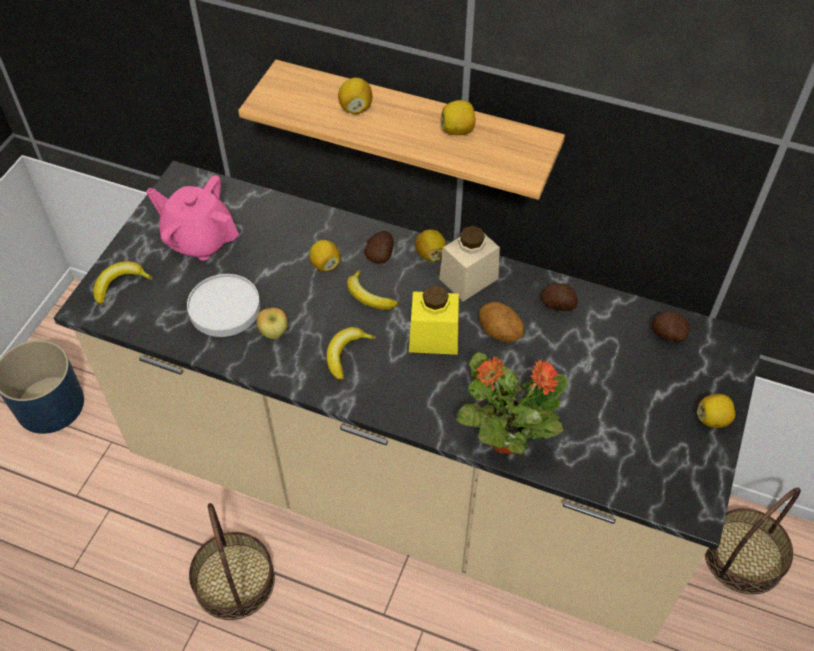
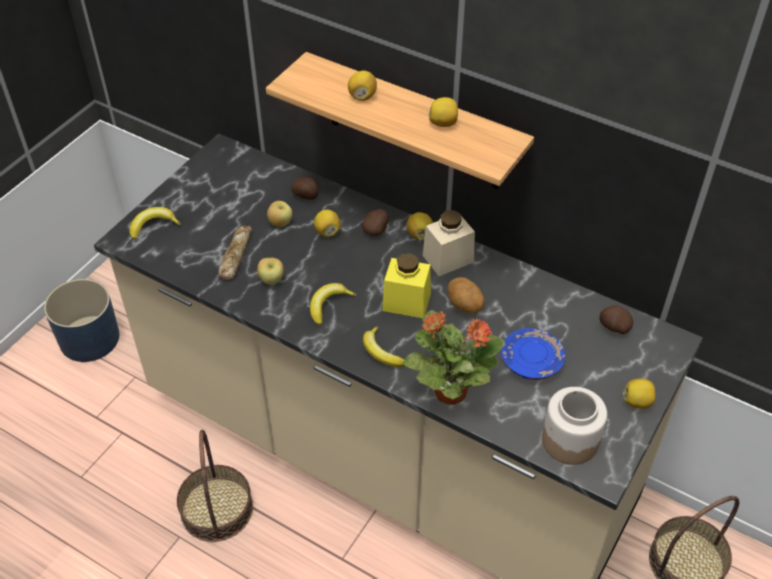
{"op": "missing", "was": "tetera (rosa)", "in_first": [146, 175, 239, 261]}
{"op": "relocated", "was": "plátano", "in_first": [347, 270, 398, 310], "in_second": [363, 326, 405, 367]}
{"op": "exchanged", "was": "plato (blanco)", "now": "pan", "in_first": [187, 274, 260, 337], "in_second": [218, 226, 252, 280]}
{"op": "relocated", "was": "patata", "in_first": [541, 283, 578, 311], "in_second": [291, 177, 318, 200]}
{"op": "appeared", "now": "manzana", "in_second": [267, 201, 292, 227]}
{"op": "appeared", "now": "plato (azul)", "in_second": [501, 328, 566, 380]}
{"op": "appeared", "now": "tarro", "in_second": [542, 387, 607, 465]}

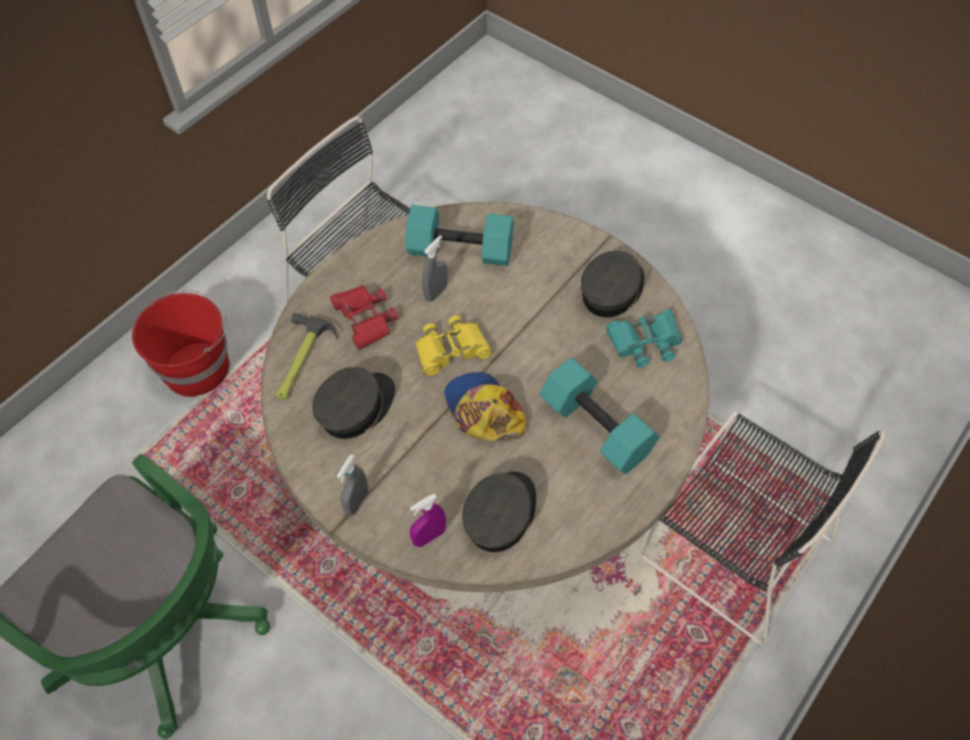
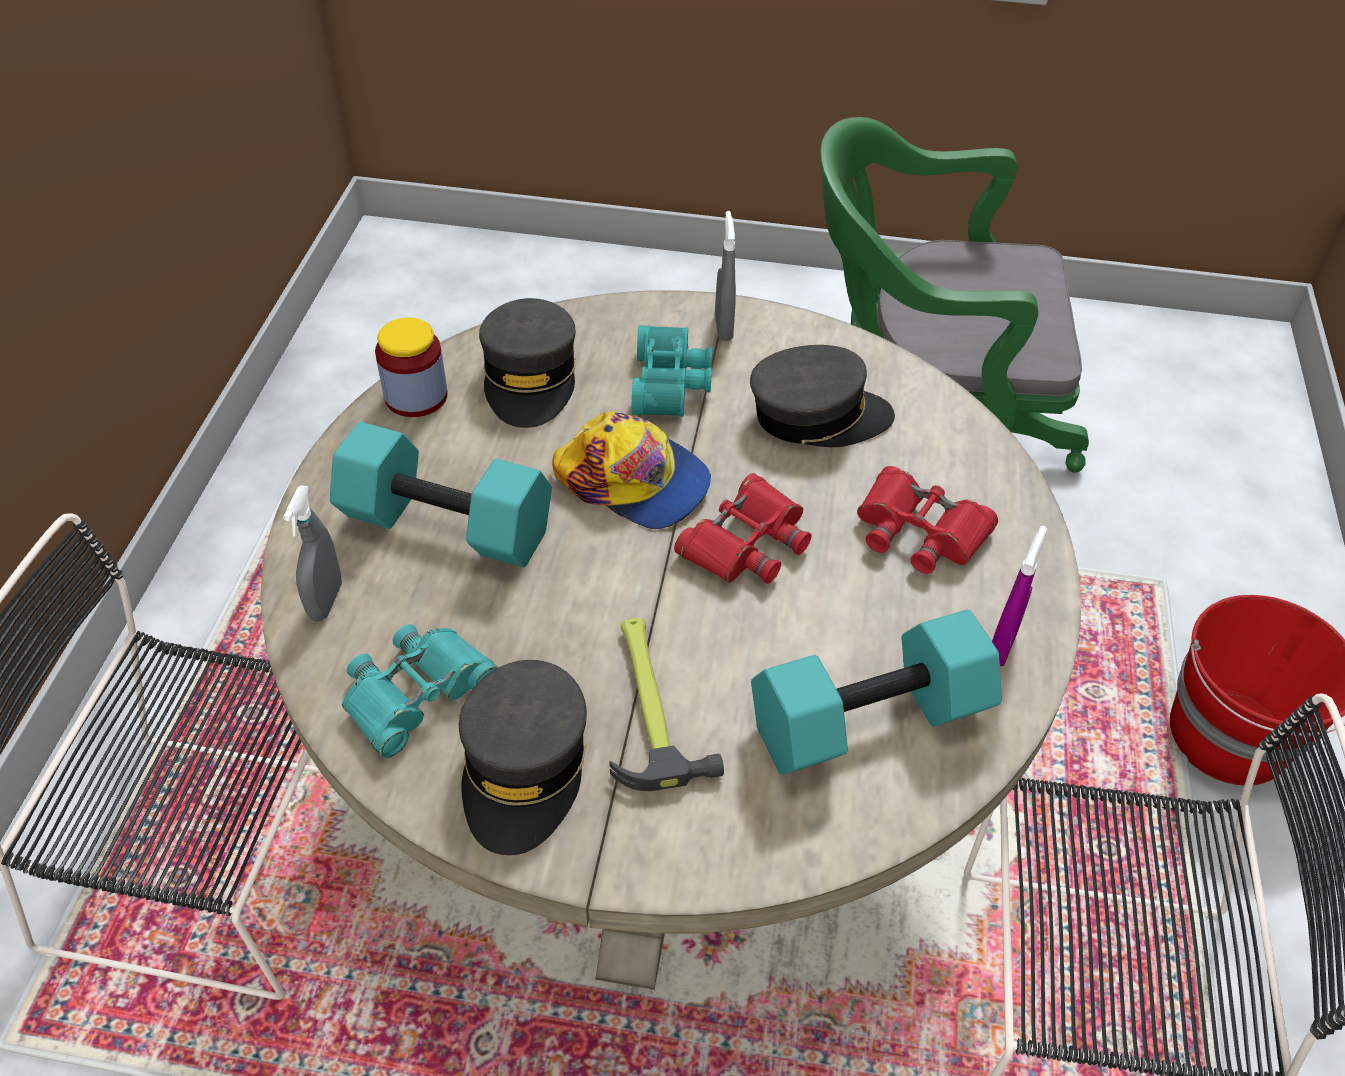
{"op": "relocated", "was": "pulverizador (gris)", "in_first": [422, 235, 448, 302], "in_second": [283, 485, 342, 621]}
{"op": "relocated", "was": "martillo", "in_first": [274, 313, 338, 400], "in_second": [610, 618, 724, 791]}
{"op": "colour", "was": "prismáticos (amarillo)", "now": "prismáticos (rojo)", "in_first": [415, 316, 492, 376], "in_second": [674, 473, 812, 584]}
{"op": "spun", "was": "gorra (gris)", "in_first": [312, 367, 395, 439], "in_second": [750, 345, 895, 447], "clockwise": -105}
{"op": "relocated", "was": "pulverizador (morado)", "in_first": [410, 494, 446, 547], "in_second": [992, 526, 1047, 666]}
{"op": "appeared", "now": "tarro", "in_second": [375, 318, 448, 417]}
{"op": "appeared", "now": "prismáticos (turquesa)", "in_second": [632, 325, 713, 417]}

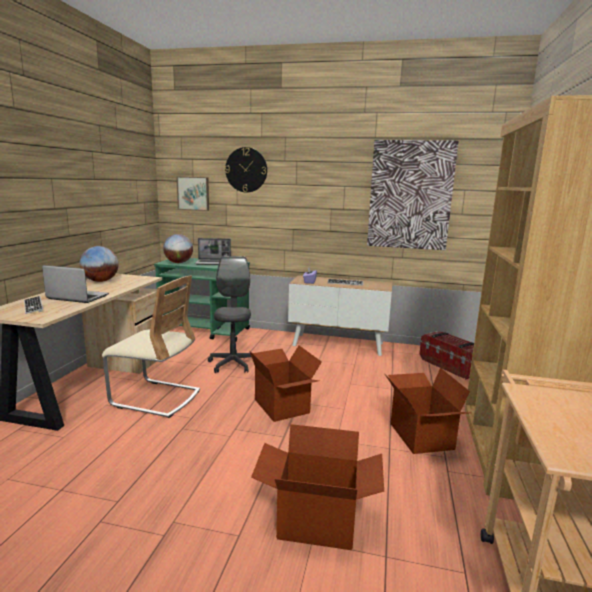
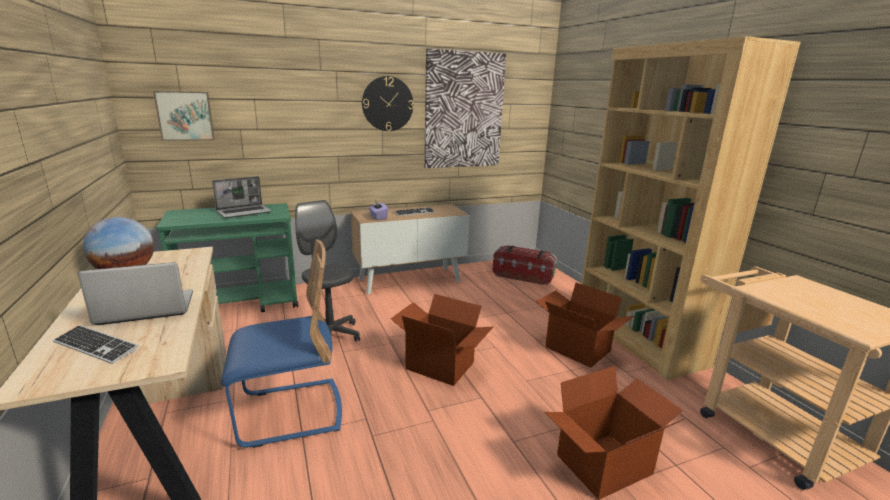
{"op": "relocated", "was": "reloj de pared", "in_first": [225, 147, 267, 192], "in_second": [362, 76, 414, 131]}
{"op": "missing", "was": "globo terráqueo", "in_first": [163, 234, 193, 263]}
{"op": "colour", "was": "silla (beis)", "now": "silla (azul)", "in_first": [102, 275, 200, 418], "in_second": [221, 239, 342, 448]}

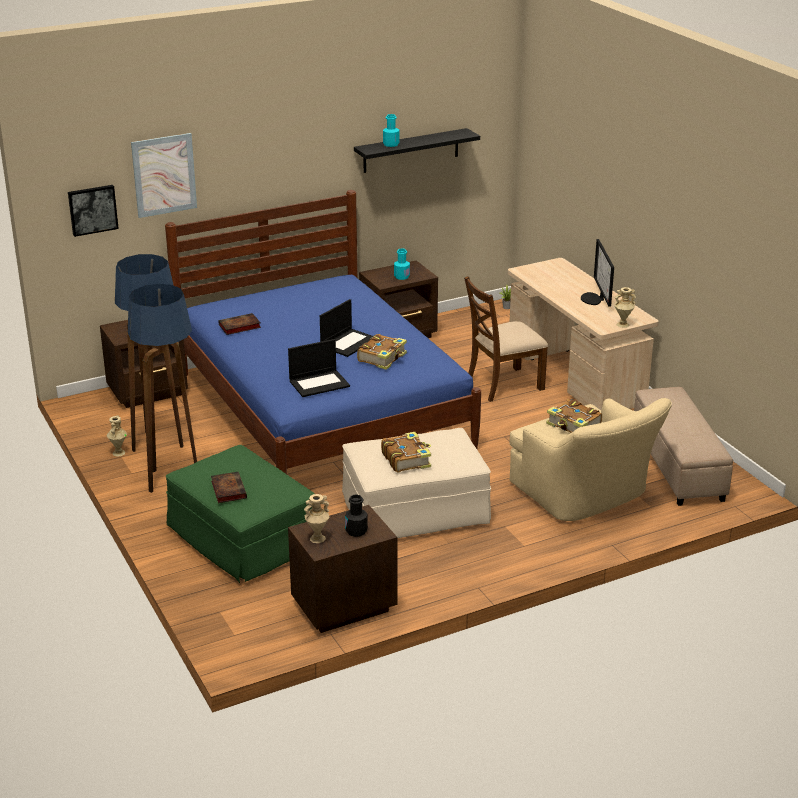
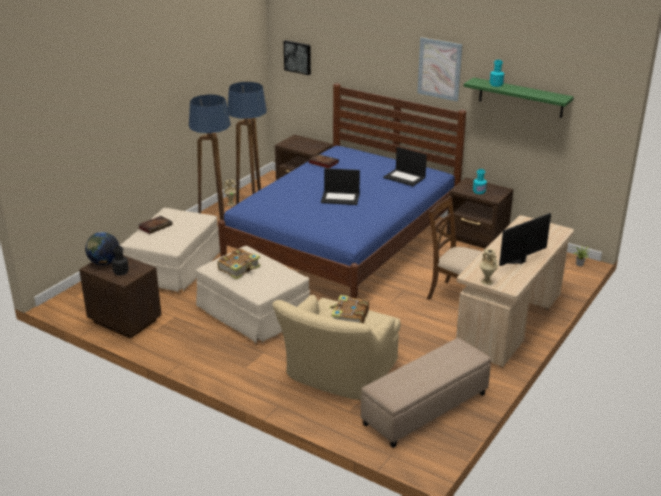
{"op": "colour", "was": "estante (negro)", "now": "estante (verde)", "in_first": [354, 128, 480, 173], "in_second": [464, 77, 574, 118]}
{"op": "relocated", "was": "cuadro", "in_first": [131, 133, 197, 218], "in_second": [417, 37, 463, 102]}
{"op": "missing", "was": "libro", "in_first": [357, 334, 407, 370]}
{"op": "relocated", "was": "portátil", "in_first": [288, 339, 350, 397], "in_second": [383, 147, 427, 186]}
{"op": "colour", "was": "puf (verde)", "now": "puf (beis)", "in_first": [166, 445, 315, 583], "in_second": [120, 208, 220, 292]}
{"op": "exchanged", "was": "florero (beis)", "now": "globo terráqueo", "in_first": [304, 494, 330, 543], "in_second": [85, 232, 119, 265]}

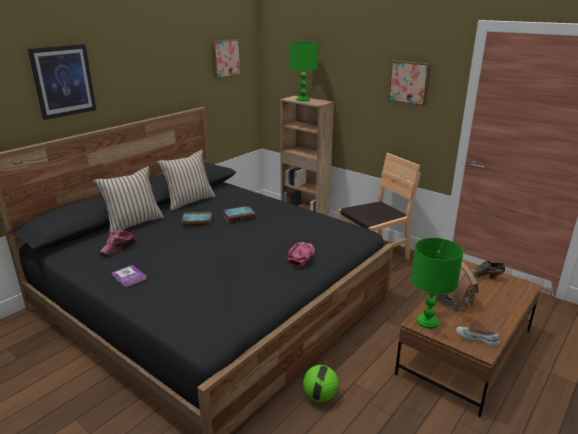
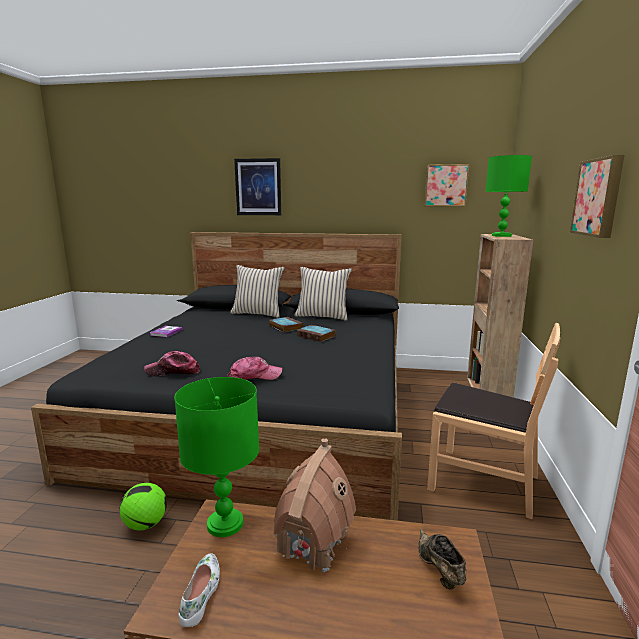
{"op": "relocated", "was": "gorra", "in_first": [99, 230, 136, 256], "in_second": [144, 351, 200, 377]}

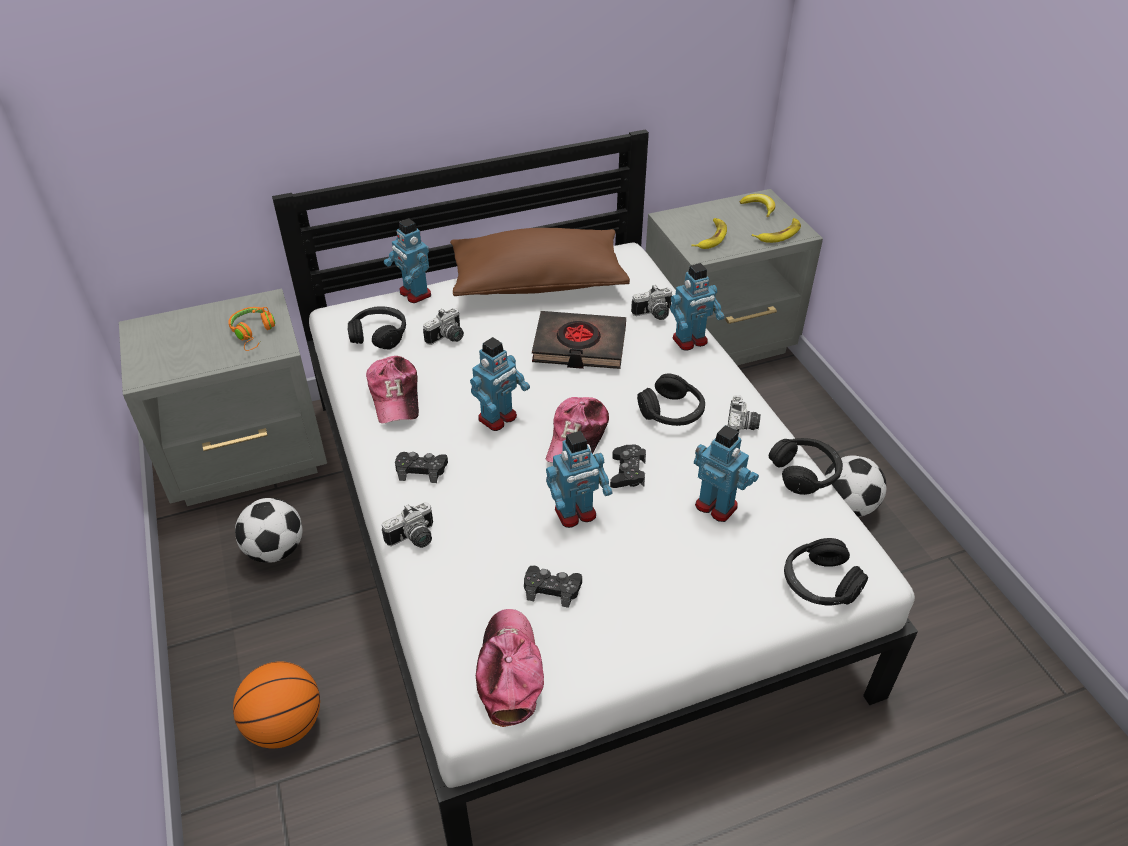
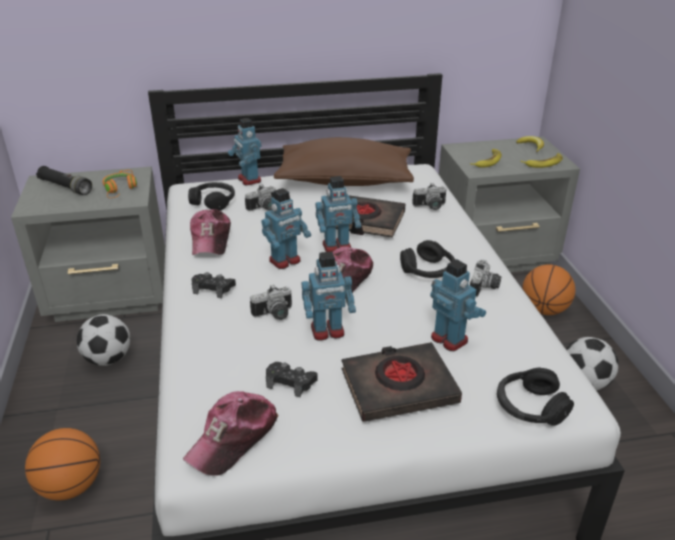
{"op": "relocated", "was": "robot de juguete", "in_first": [670, 263, 724, 351], "in_second": [316, 176, 361, 252]}
{"op": "missing", "was": "auriculares (negro)", "in_first": [769, 438, 843, 495]}
{"op": "missing", "was": "mando de consola (negro)", "in_first": [610, 445, 646, 488]}
{"op": "relocated", "was": "cámara", "in_first": [382, 502, 433, 548], "in_second": [250, 284, 292, 320]}
{"op": "spun", "was": "gorra", "in_first": [476, 609, 544, 727], "in_second": [183, 391, 278, 476], "clockwise": -150}
{"op": "appeared", "now": "linterna (negro)", "in_second": [36, 166, 92, 195]}
{"op": "appeared", "now": "balón de baloncesto", "in_second": [522, 264, 575, 315]}
{"op": "appeared", "now": "libro (negro)", "in_second": [342, 342, 462, 422]}

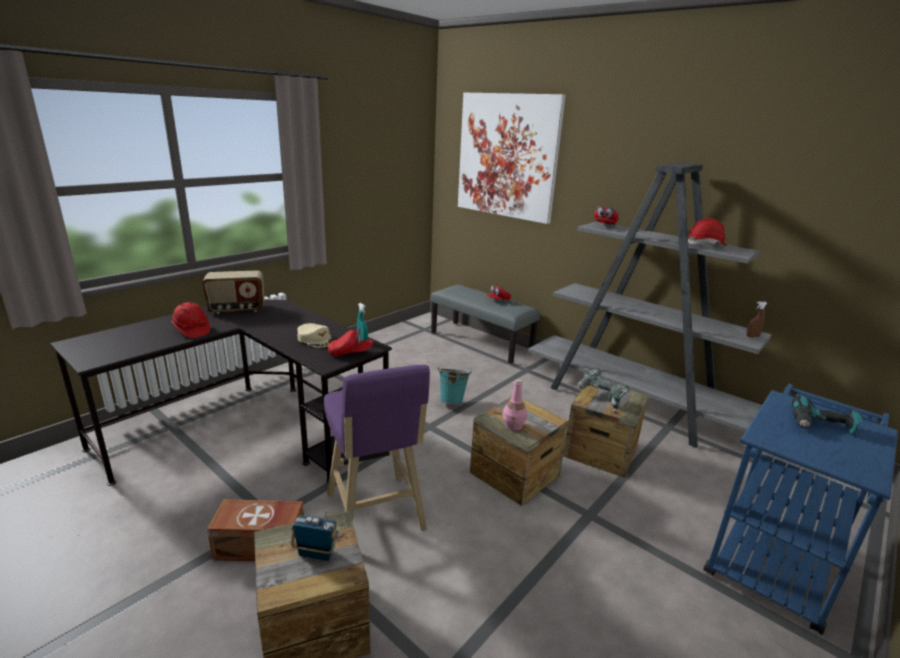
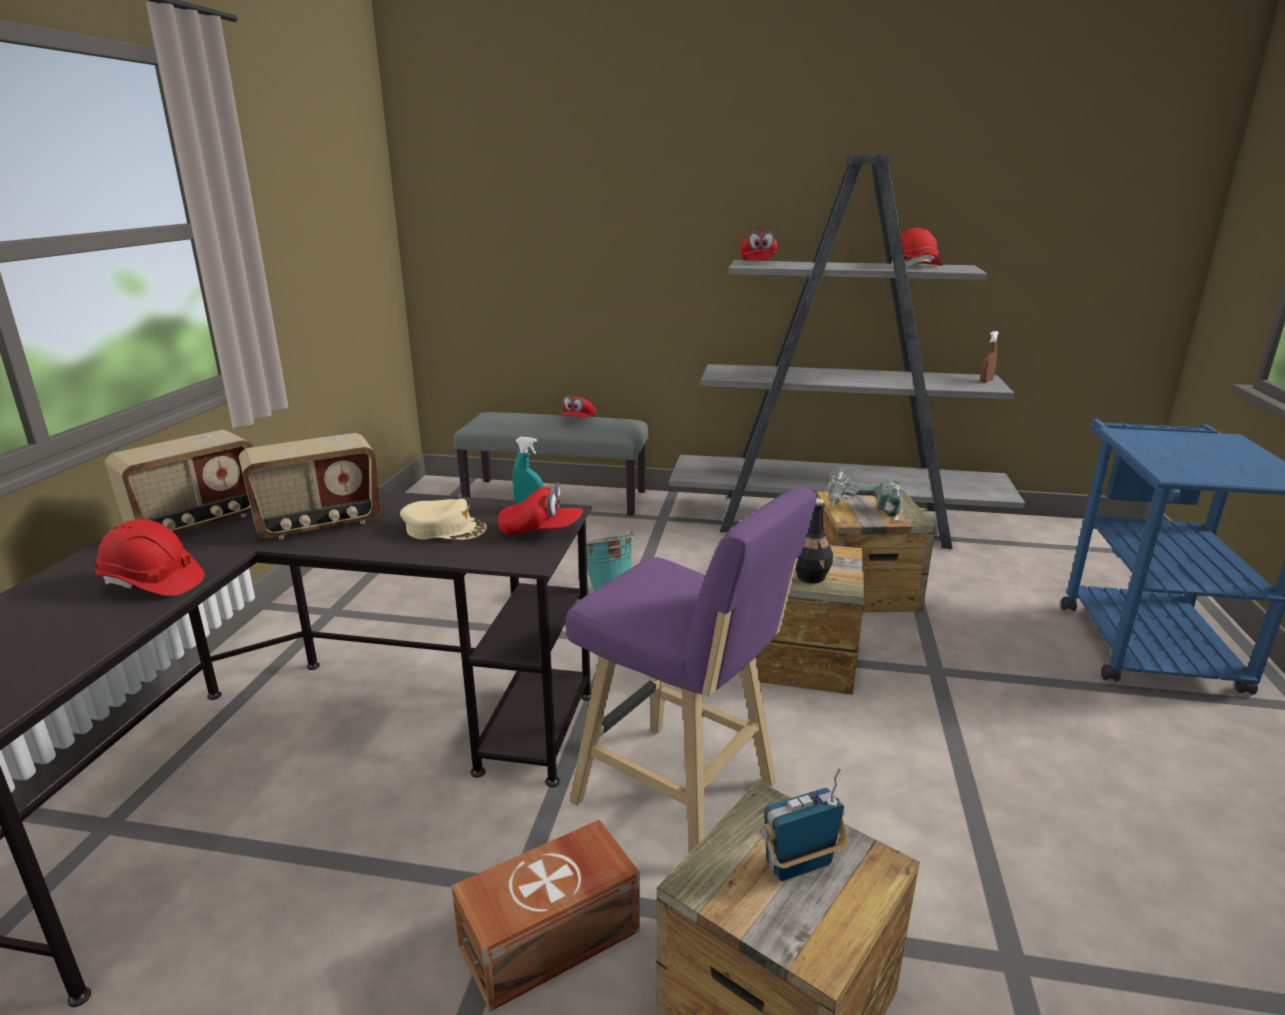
{"op": "missing", "was": "cuadro", "in_first": [458, 93, 566, 224]}
{"op": "spun", "was": "gorra (rojo)", "in_first": [328, 327, 373, 357], "in_second": [498, 482, 583, 536], "clockwise": 45}
{"op": "colour", "was": "botella (rosa)", "now": "botella (negro)", "in_first": [503, 379, 527, 431], "in_second": [796, 498, 833, 584]}
{"op": "missing", "was": "taladro", "in_first": [792, 396, 863, 436]}
{"op": "appeared", "now": "radio", "in_second": [239, 433, 381, 540]}

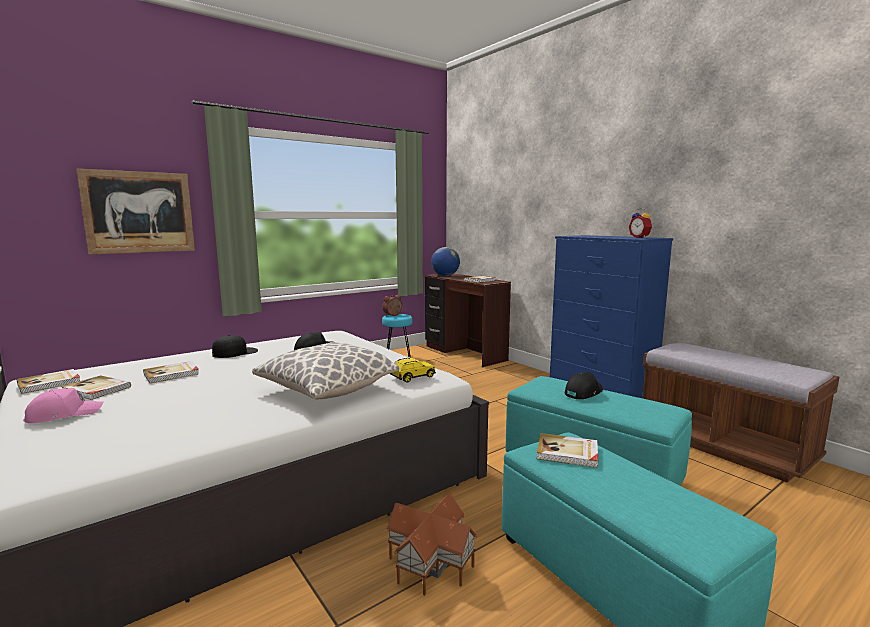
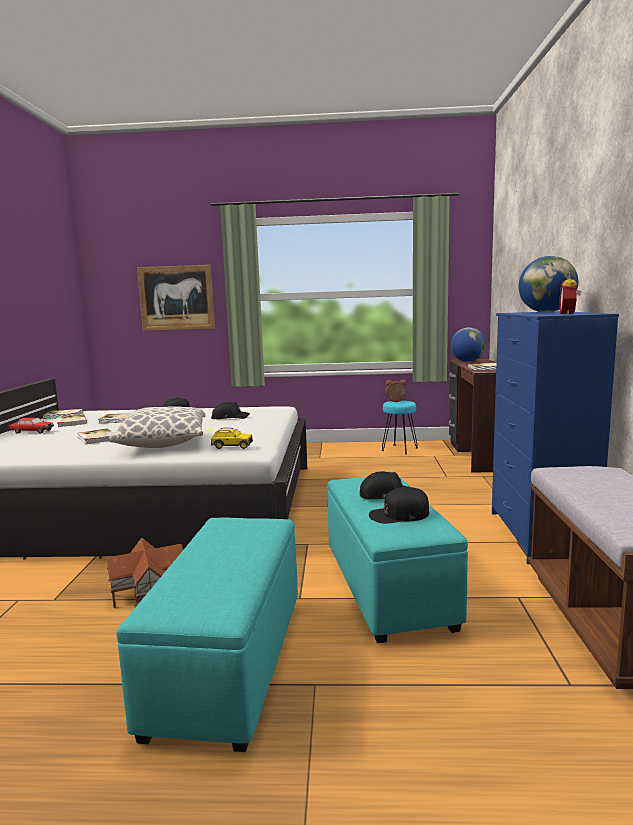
{"op": "exchanged", "was": "gorra (rosa)", "now": "coche de juguete", "in_first": [23, 388, 104, 423], "in_second": [8, 418, 54, 434]}
{"op": "relocated", "was": "libro", "in_first": [537, 433, 598, 468], "in_second": [78, 428, 113, 445]}
{"op": "appeared", "now": "globo terráqueo", "in_second": [518, 256, 578, 312]}
{"op": "appeared", "now": "gorra (negro)", "in_second": [369, 487, 429, 524]}

